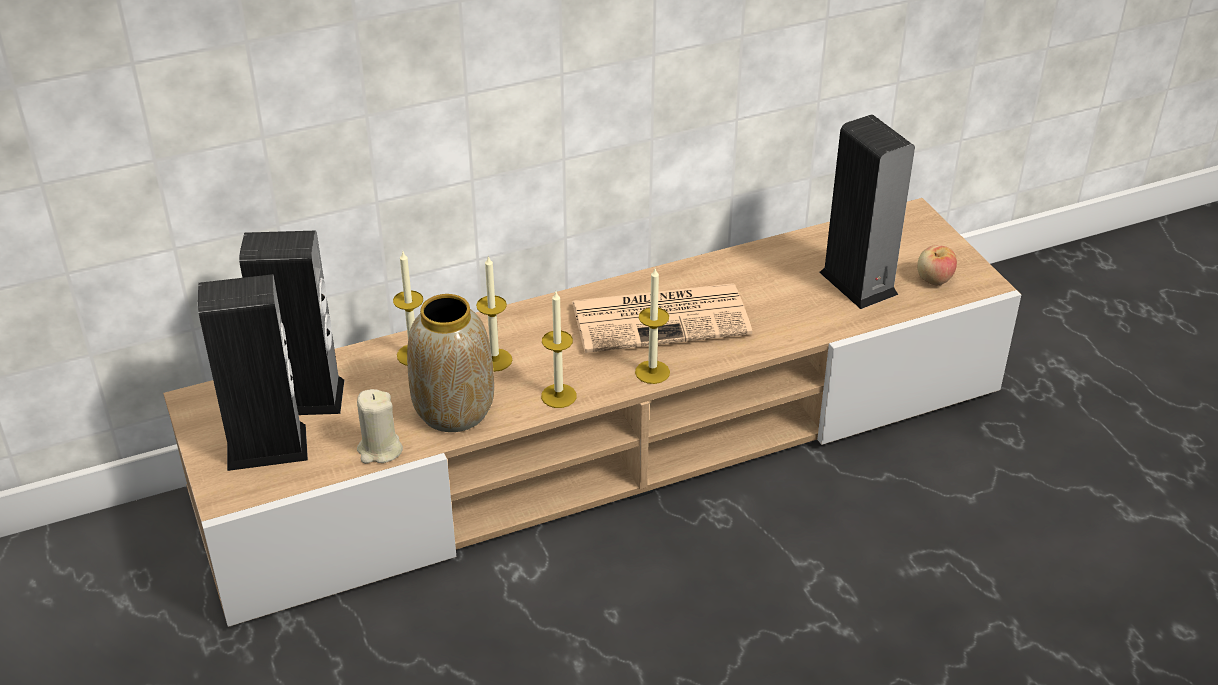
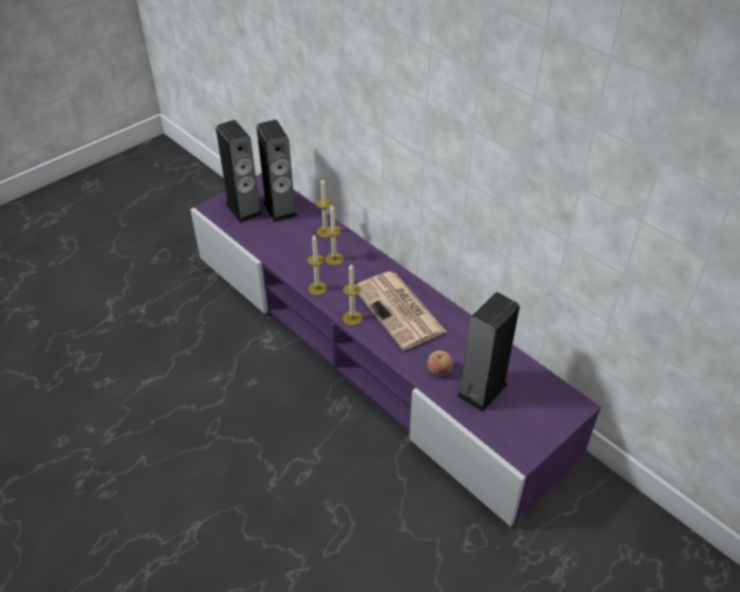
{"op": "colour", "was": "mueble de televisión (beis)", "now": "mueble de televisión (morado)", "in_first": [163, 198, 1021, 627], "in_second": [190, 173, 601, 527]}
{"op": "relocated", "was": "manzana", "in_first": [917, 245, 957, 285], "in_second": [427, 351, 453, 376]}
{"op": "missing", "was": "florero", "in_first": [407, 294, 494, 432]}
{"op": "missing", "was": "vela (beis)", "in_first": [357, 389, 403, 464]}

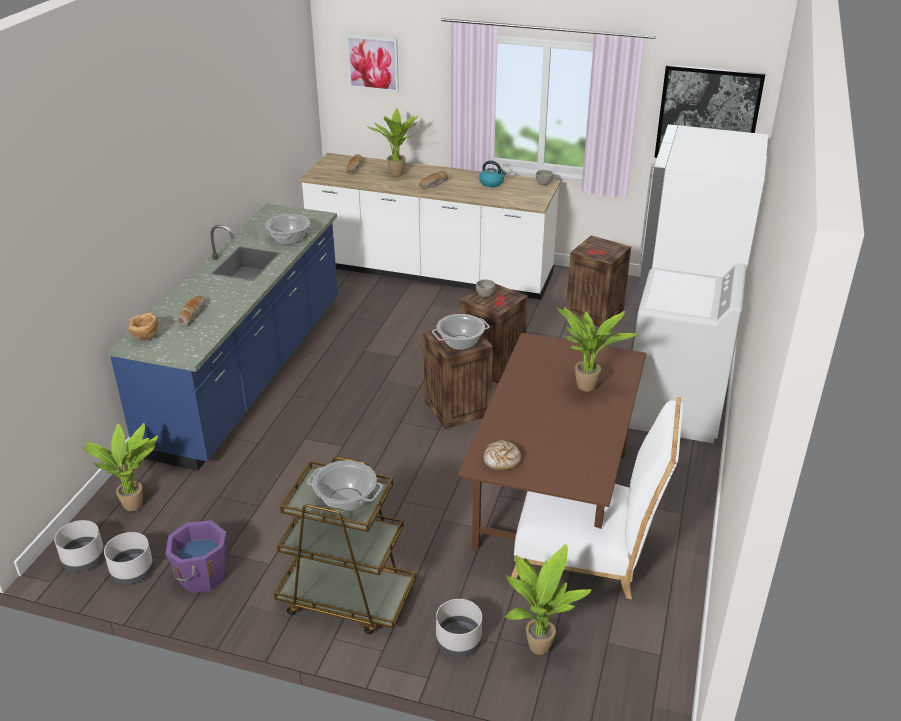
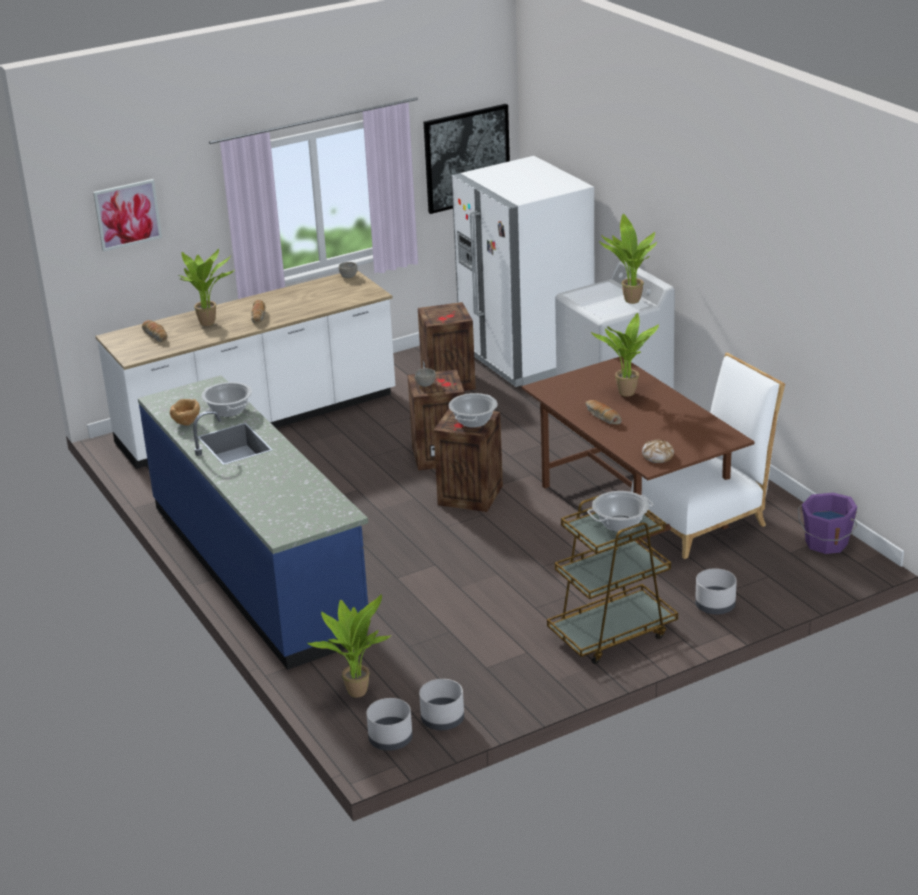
{"op": "missing", "was": "hervidor", "in_first": [479, 160, 507, 187]}
{"op": "relocated", "was": "pan", "in_first": [178, 295, 206, 327], "in_second": [586, 400, 622, 425]}
{"op": "relocated", "was": "cuenco (marrón)", "in_first": [128, 313, 158, 340], "in_second": [170, 399, 200, 426]}
{"op": "relocated", "was": "cubo (morado)", "in_first": [166, 520, 227, 593], "in_second": [798, 493, 857, 554]}
{"op": "relocated", "was": "planta en maceta", "in_first": [504, 544, 592, 655], "in_second": [599, 214, 657, 304]}

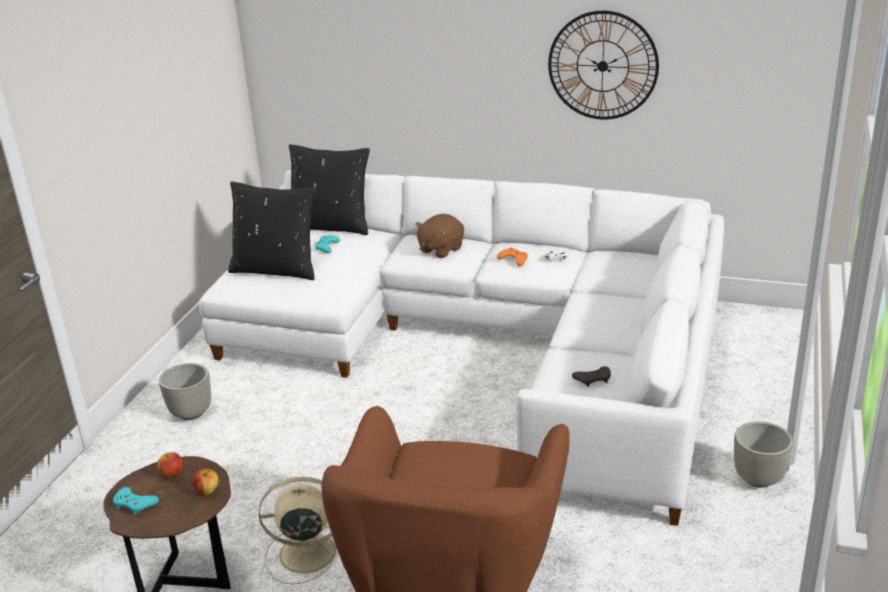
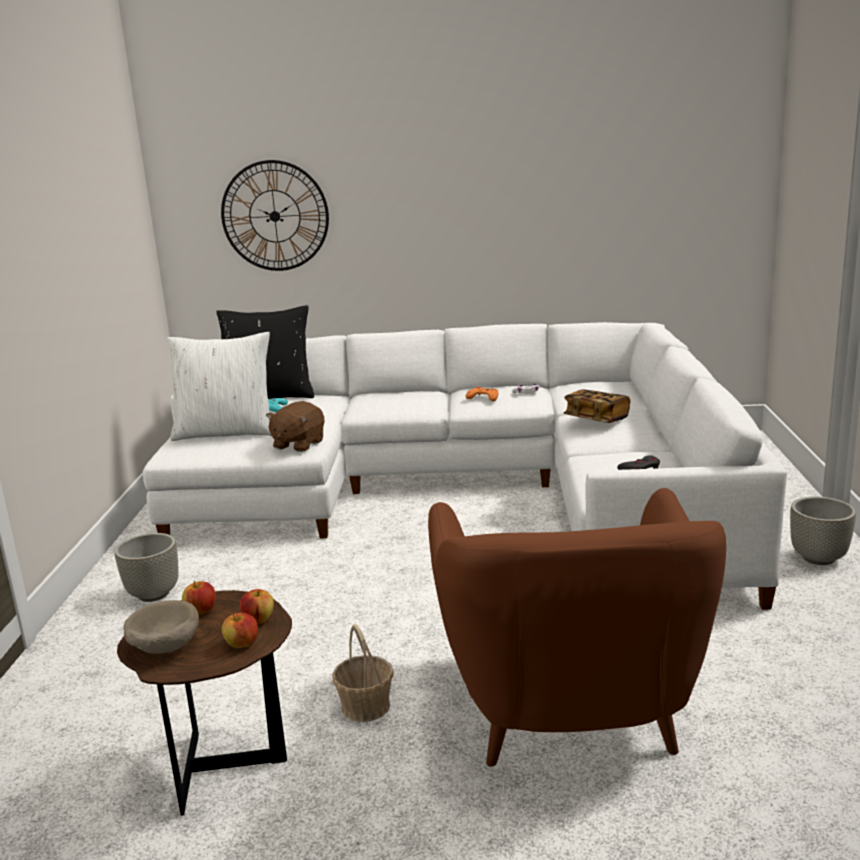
{"op": "relocated", "was": "reloj de pared", "in_first": [548, 11, 659, 120], "in_second": [221, 160, 329, 271]}
{"op": "colour", "was": "cojín (negro)", "now": "cojín (blanco)", "in_first": [228, 182, 316, 280], "in_second": [167, 332, 272, 441]}
{"op": "relocated", "was": "peluche (marrón)", "in_first": [415, 214, 464, 258], "in_second": [266, 401, 325, 452]}
{"op": "exchanged", "was": "ventilador (beis)", "now": "cesta", "in_first": [259, 477, 336, 585], "in_second": [332, 624, 394, 722]}
{"op": "exchanged", "was": "mando de consola (turquesa)", "now": "cuenco (beis)", "in_first": [113, 487, 159, 515], "in_second": [124, 600, 199, 654]}
{"op": "appeared", "now": "libro", "in_second": [564, 390, 630, 423]}
{"op": "appeared", "now": "manzana", "in_second": [222, 613, 258, 648]}

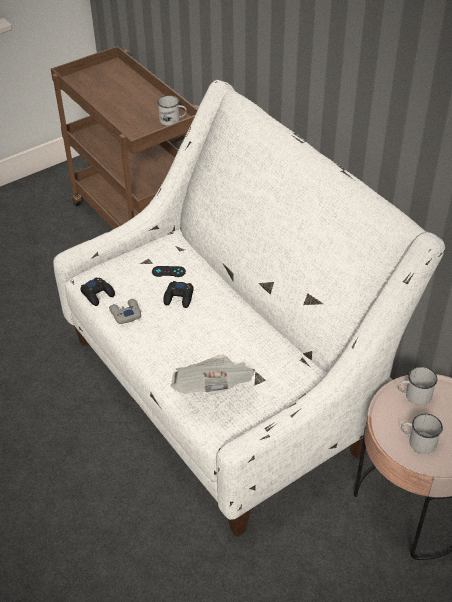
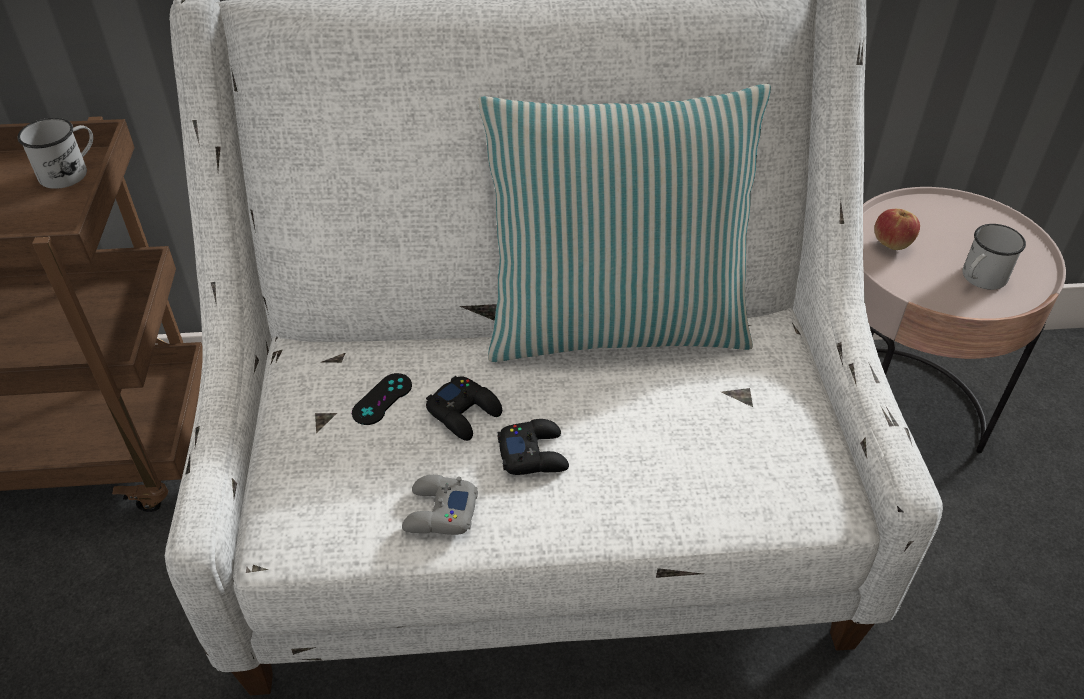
{"op": "relocated", "was": "mando de consola (negro)", "in_first": [80, 277, 115, 306], "in_second": [498, 419, 569, 475]}
{"op": "missing", "was": "periódico", "in_first": [171, 355, 256, 395]}
{"op": "exchanged", "was": "taza grande (blanco)", "now": "manzana", "in_first": [398, 367, 437, 405], "in_second": [874, 209, 920, 250]}
{"op": "appeared", "now": "cojín", "in_second": [478, 84, 771, 362]}

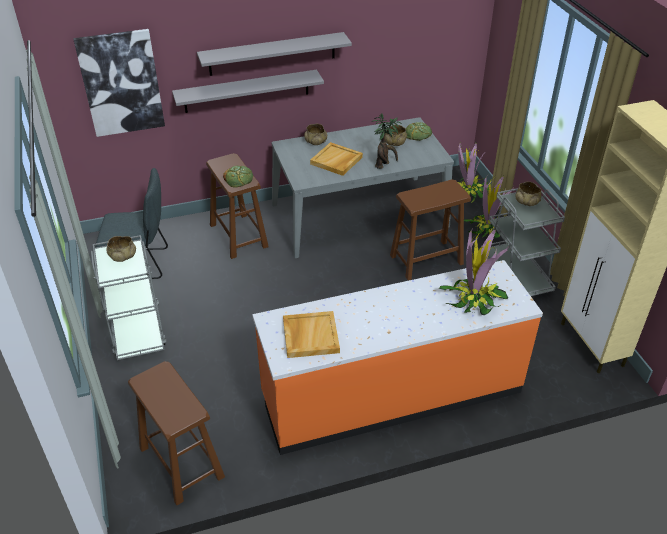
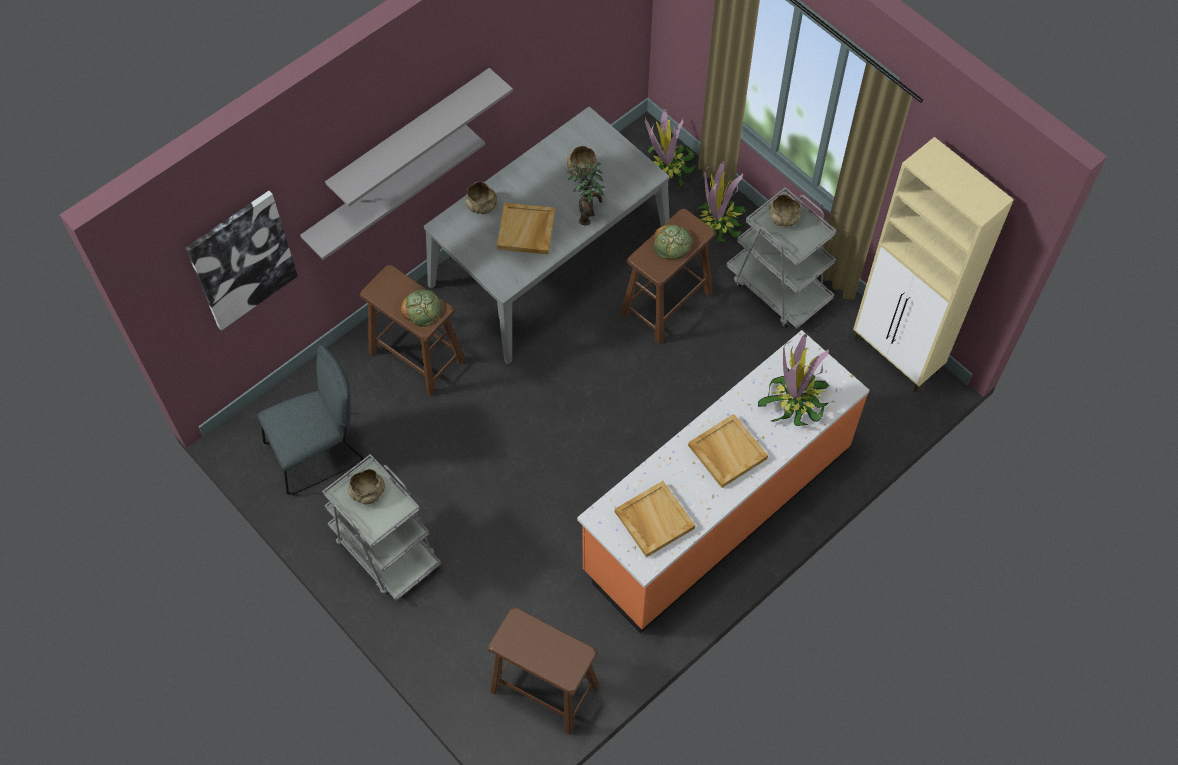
{"op": "relocated", "was": "pan", "in_first": [406, 122, 432, 141], "in_second": [654, 225, 693, 259]}
{"op": "appeared", "now": "bandeja (beis)", "in_second": [688, 414, 768, 488]}

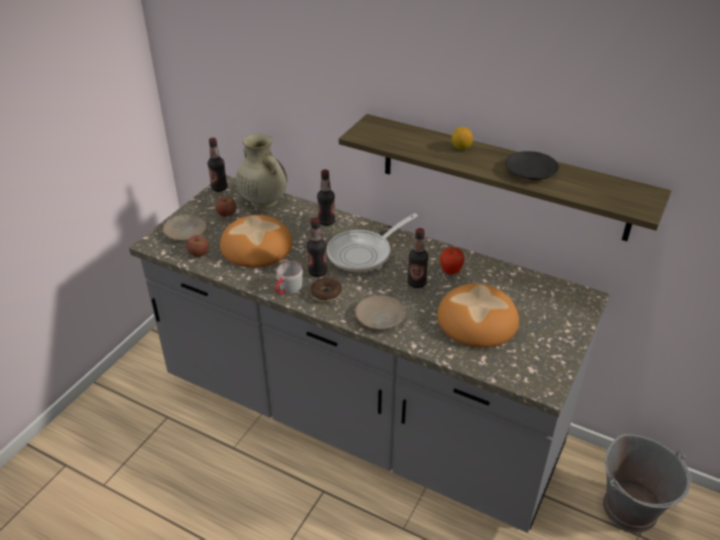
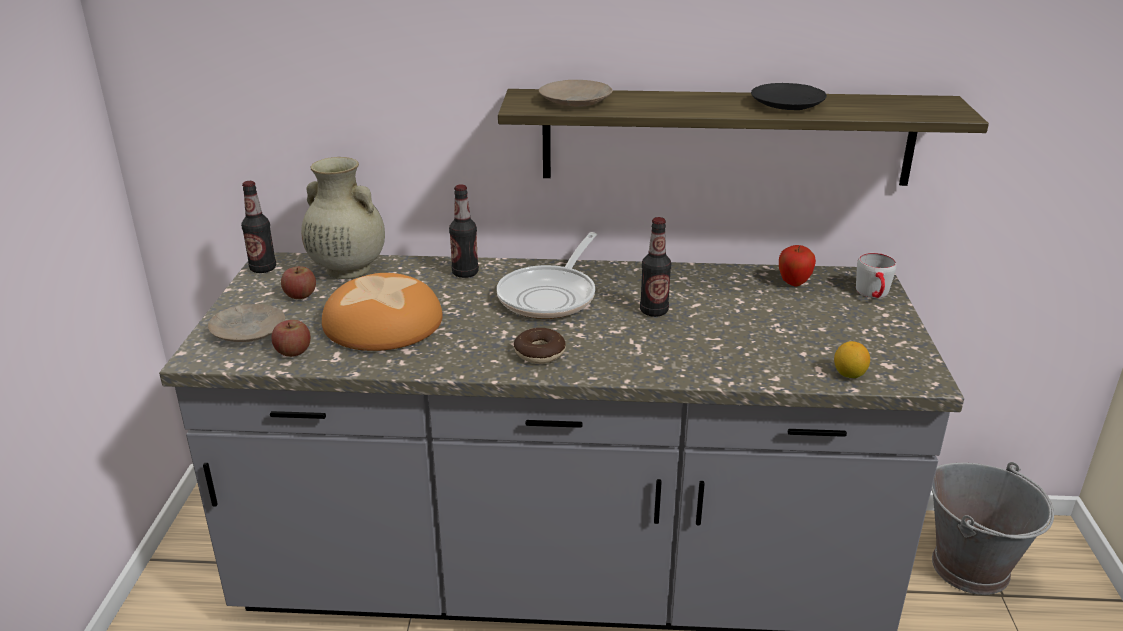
{"op": "relocated", "was": "limón", "in_first": [452, 127, 473, 150], "in_second": [834, 341, 870, 378]}
{"op": "missing", "was": "botella", "in_first": [307, 217, 327, 277]}
{"op": "relocated", "was": "manzana", "in_first": [440, 247, 465, 275], "in_second": [779, 245, 816, 286]}
{"op": "relocated", "was": "taza grande (gris)", "in_first": [275, 261, 303, 294], "in_second": [856, 253, 896, 298]}
{"op": "missing", "was": "pan", "in_first": [437, 283, 519, 348]}
{"op": "relocated", "was": "plato (beis)", "in_first": [355, 295, 405, 329], "in_second": [539, 80, 613, 107]}

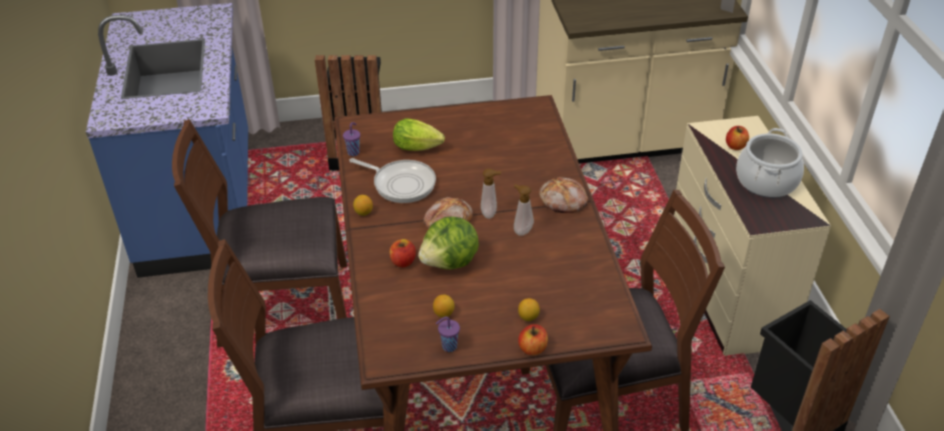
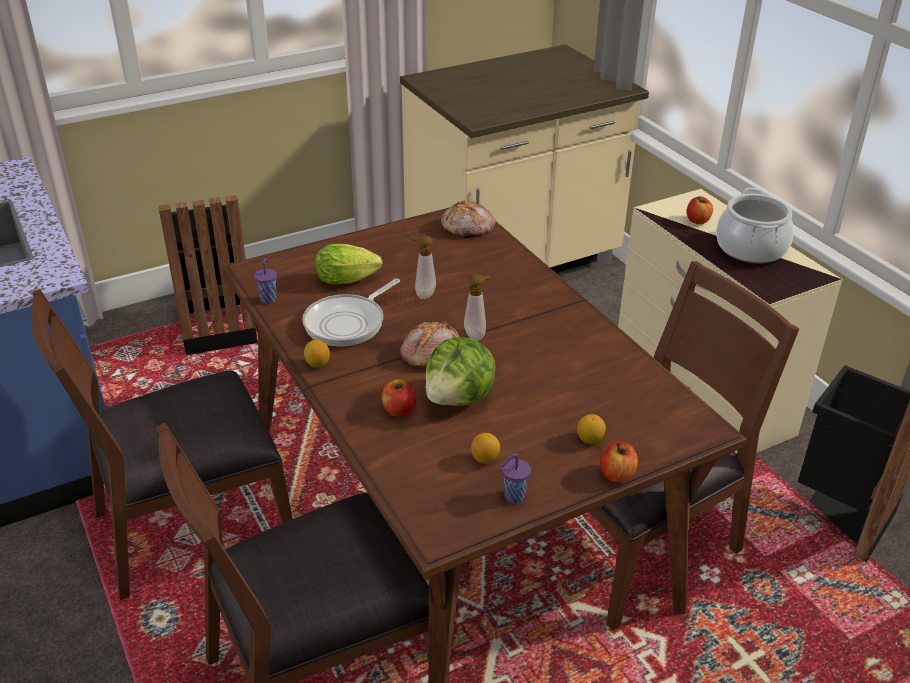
{"op": "spun", "was": "sartén", "in_first": [349, 158, 436, 203], "in_second": [302, 279, 400, 347], "clockwise": 120}
{"op": "relocated", "was": "pan", "in_first": [539, 177, 588, 213], "in_second": [441, 200, 496, 238]}
{"op": "relocated", "was": "dispensador de jabón", "in_first": [514, 184, 534, 236], "in_second": [411, 235, 436, 299]}

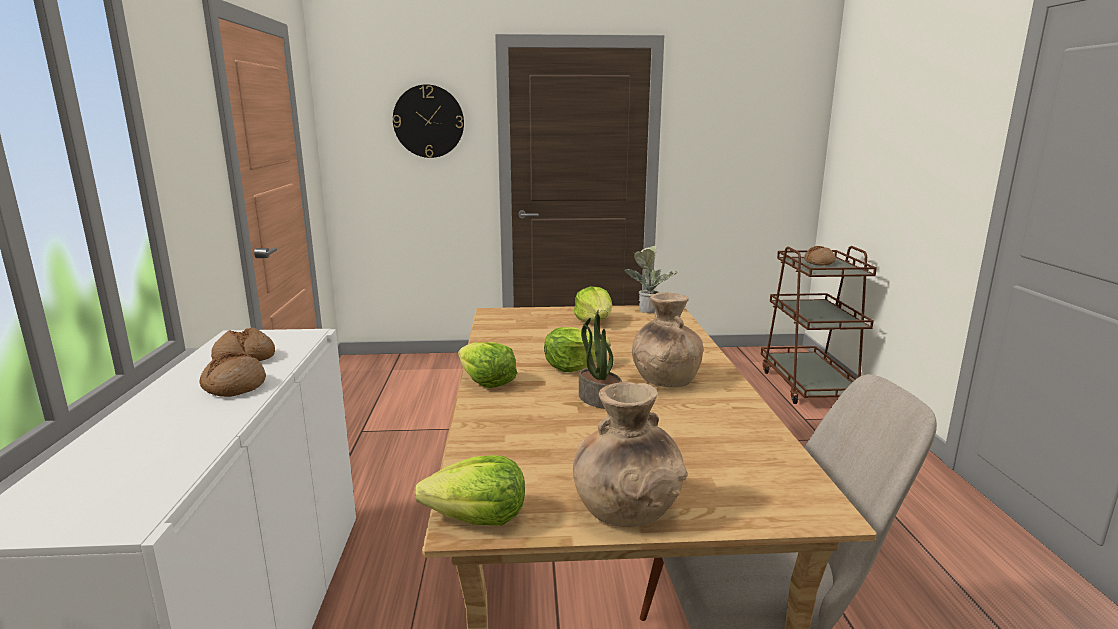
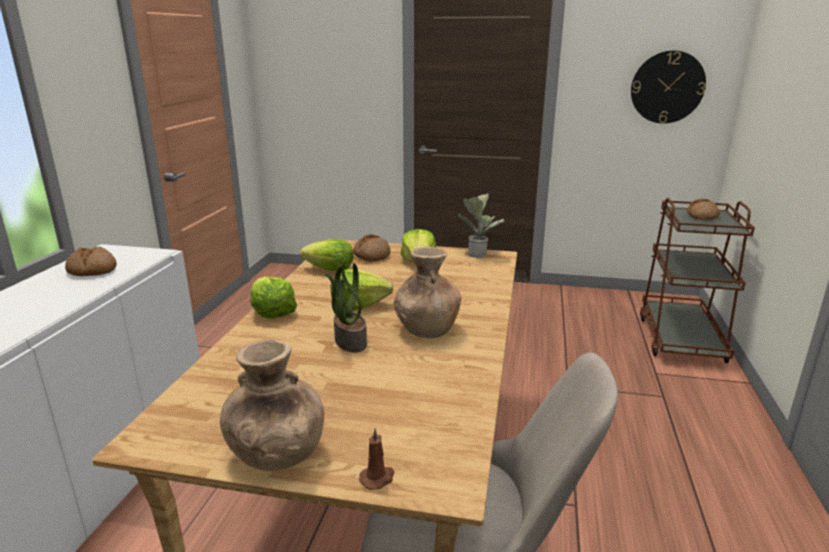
{"op": "relocated", "was": "reloj de pared", "in_first": [393, 84, 464, 158], "in_second": [631, 50, 706, 124]}
{"op": "relocated", "was": "pan", "in_first": [199, 351, 266, 397], "in_second": [353, 234, 390, 262]}
{"op": "relocated", "was": "lechuga", "in_first": [415, 455, 525, 526], "in_second": [300, 239, 354, 272]}
{"op": "appeared", "now": "vela (marrón)", "in_second": [359, 428, 394, 490]}

